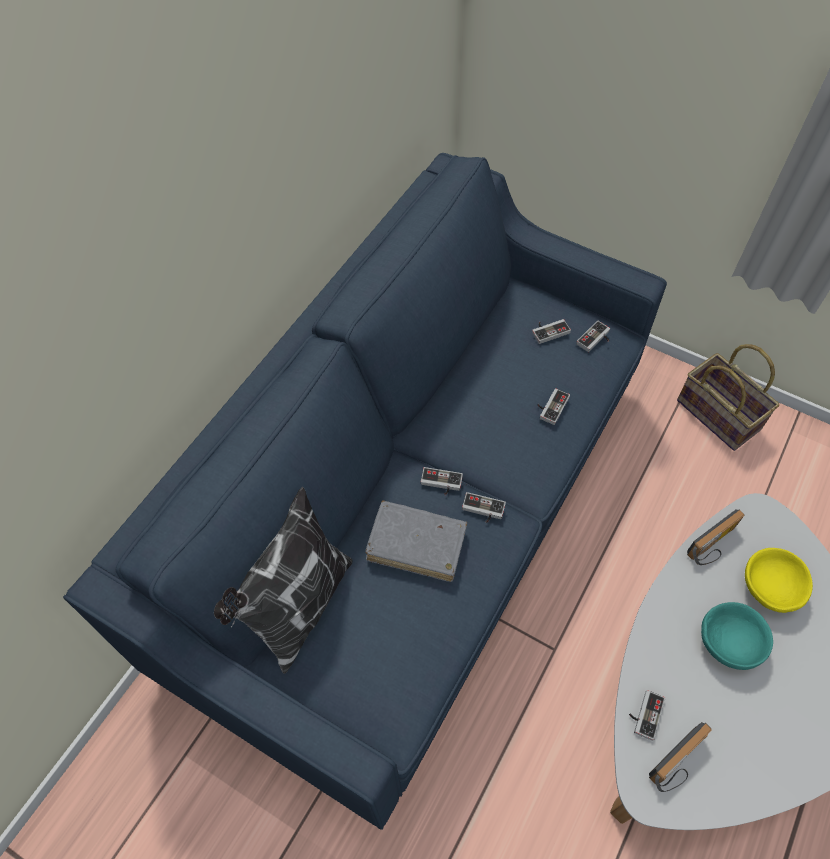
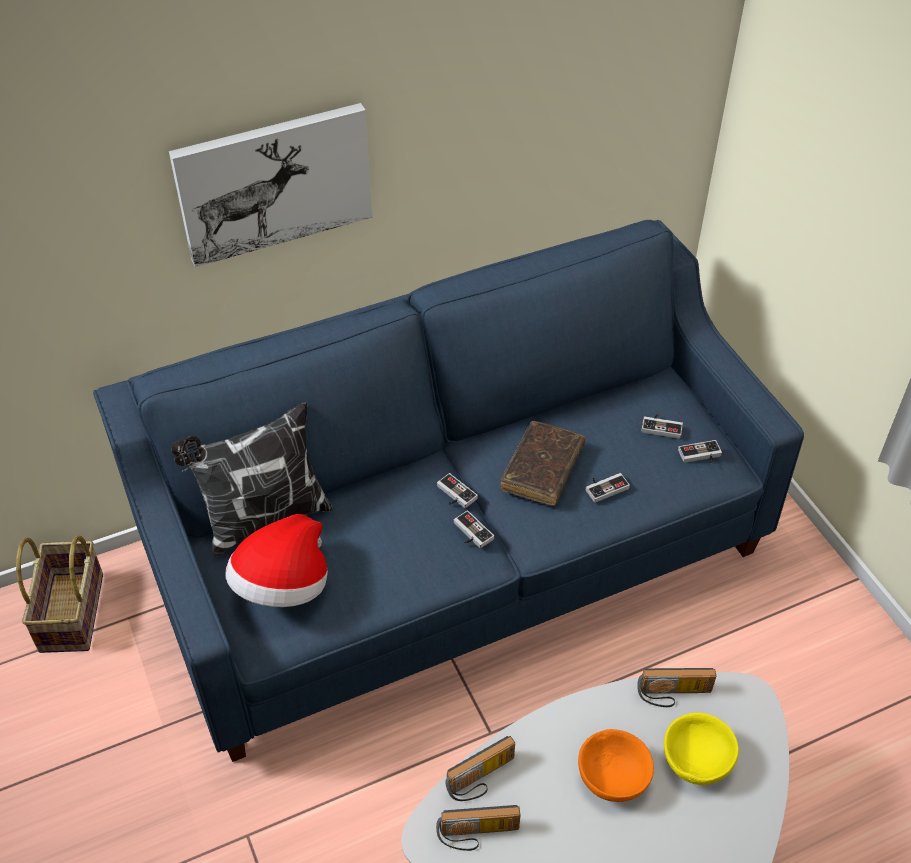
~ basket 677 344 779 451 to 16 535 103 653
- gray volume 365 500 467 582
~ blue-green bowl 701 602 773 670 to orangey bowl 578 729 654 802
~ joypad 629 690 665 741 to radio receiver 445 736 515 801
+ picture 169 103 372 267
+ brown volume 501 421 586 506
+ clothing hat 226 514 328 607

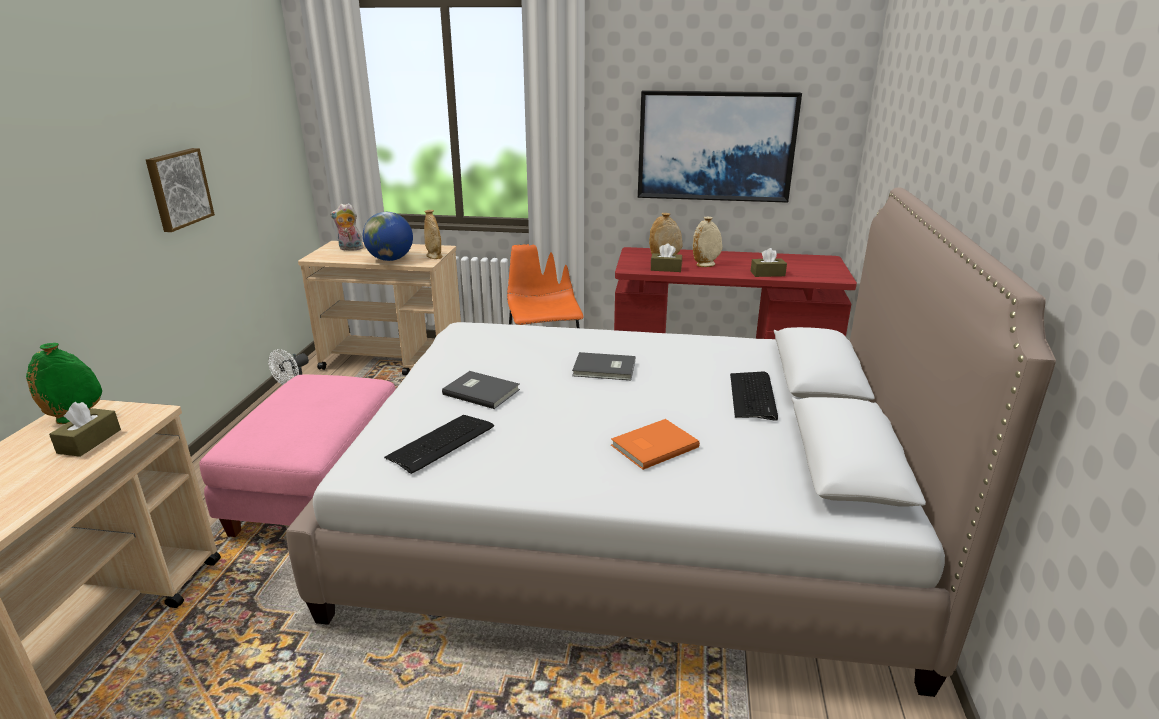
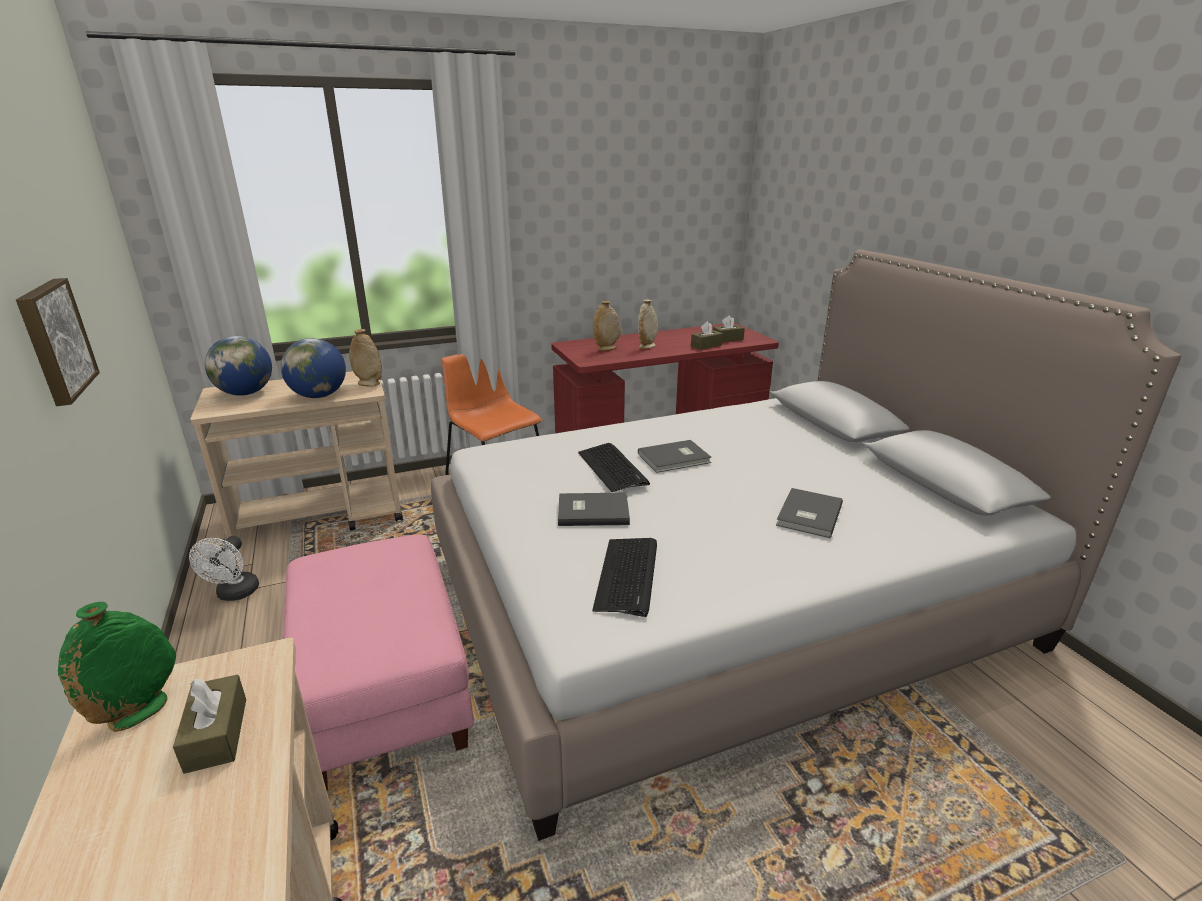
- picture 638 90 802 203
~ cuddly toy 330 203 363 250 to world globe 205 336 272 396
~ brown tissue holder 651 243 682 272 to 713 315 745 342
~ PC keyboard 730 372 778 421 to 578 443 650 492
~ orangey volume 611 419 700 470 to gray volume 776 488 843 538

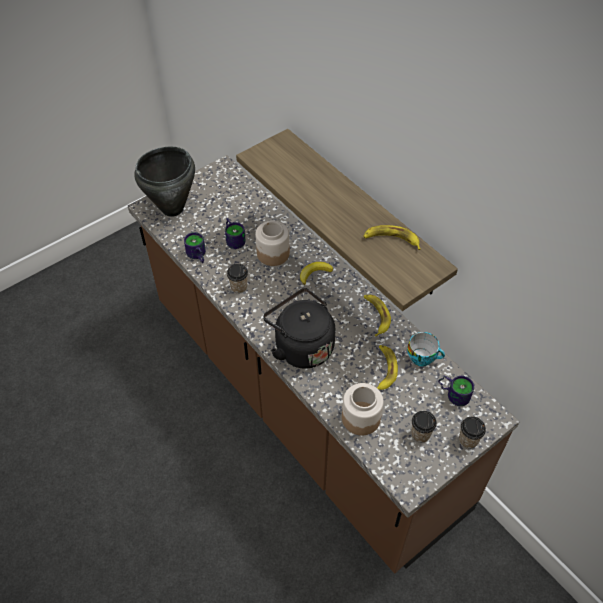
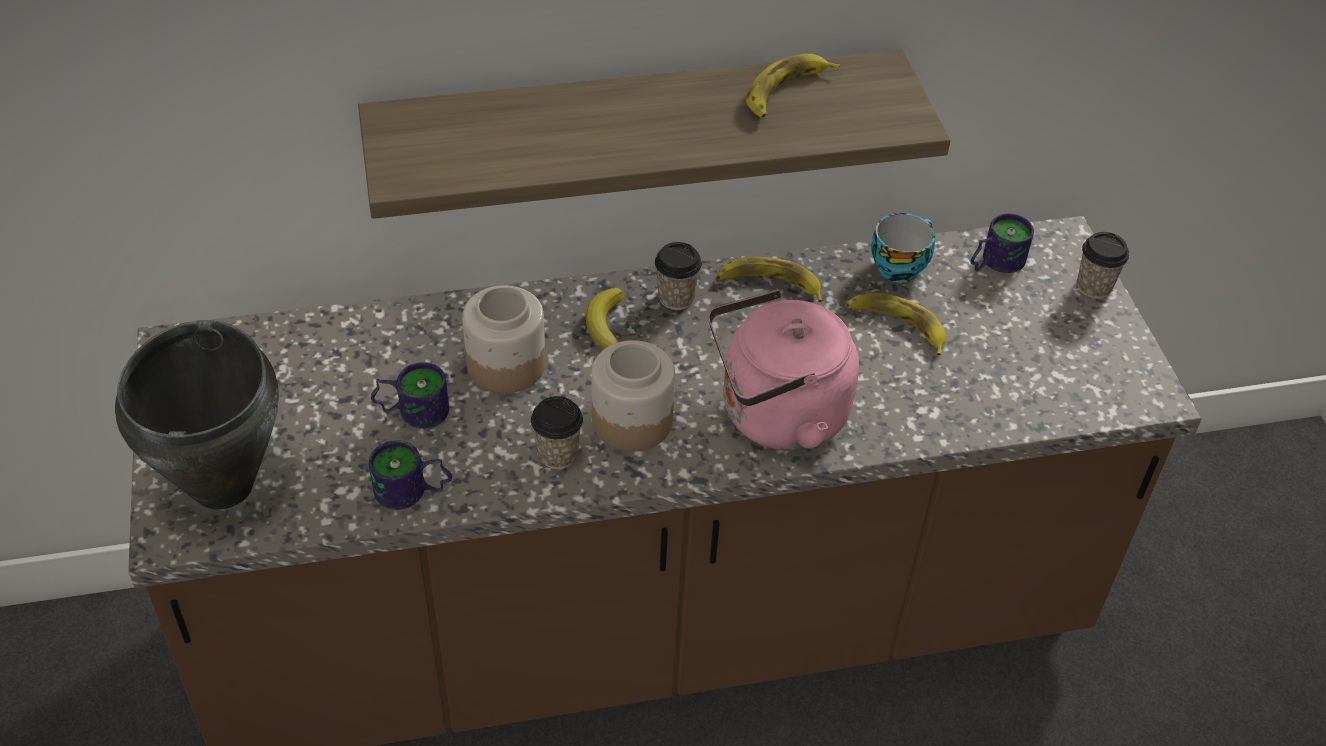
~ black water kettle 263 288 335 369 to pinkish water kettle 708 290 859 451
~ storage jar 342 383 384 435 to 592 340 675 451
~ cup 411 411 437 443 to 655 242 702 310

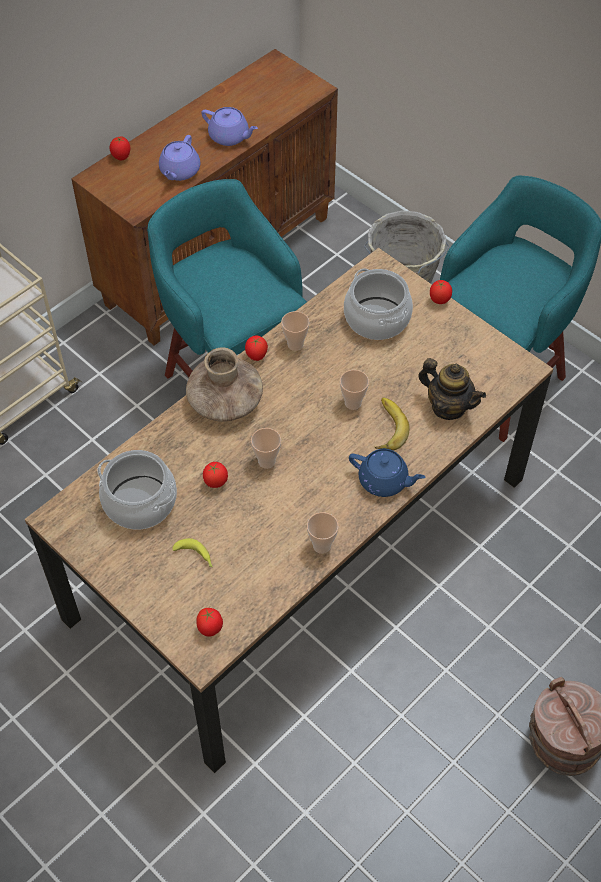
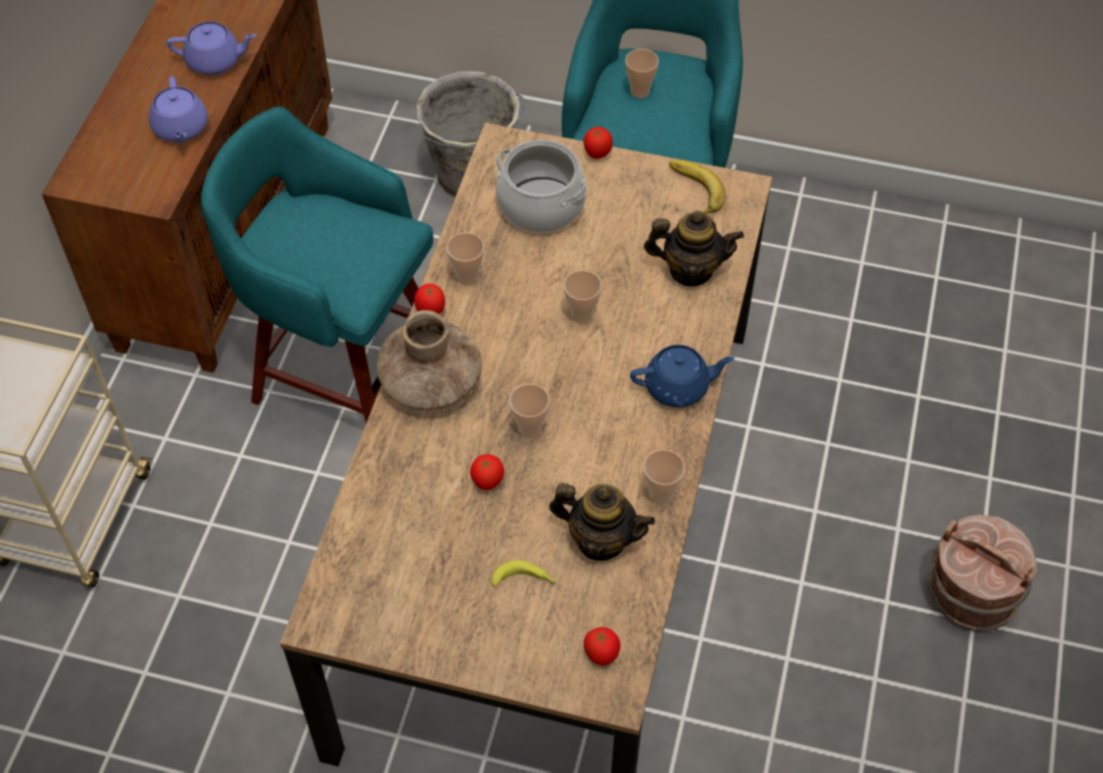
- tomato 110 137 130 160
~ whole banana 375 398 409 450 to 669 160 726 214
- stockpot 97 450 177 530
+ cup 625 49 659 98
+ teapot 549 483 655 561

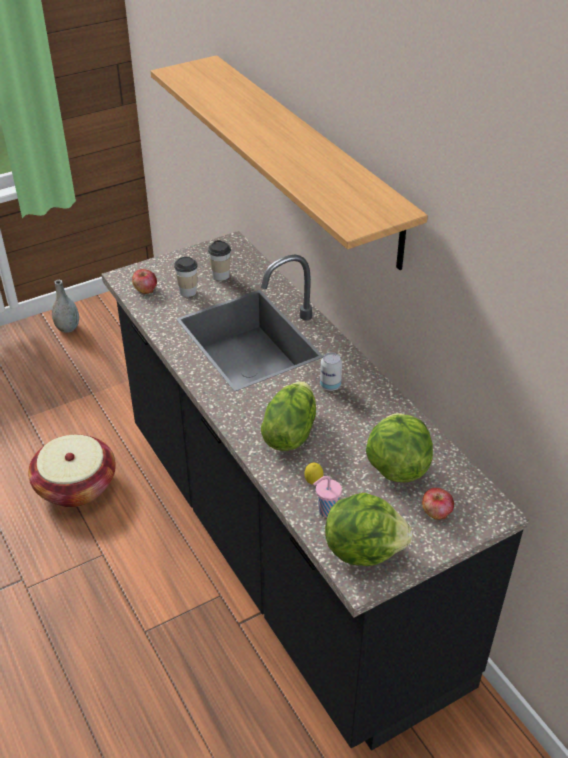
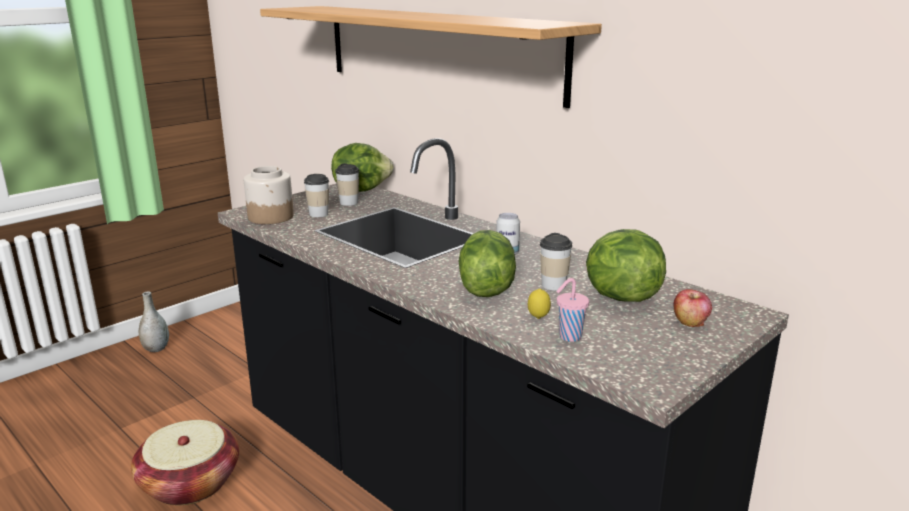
~ apple 132 269 157 294 to storage jar 244 166 294 224
~ head of lettuce 325 492 413 566 to 331 143 394 192
+ cup 540 233 572 291

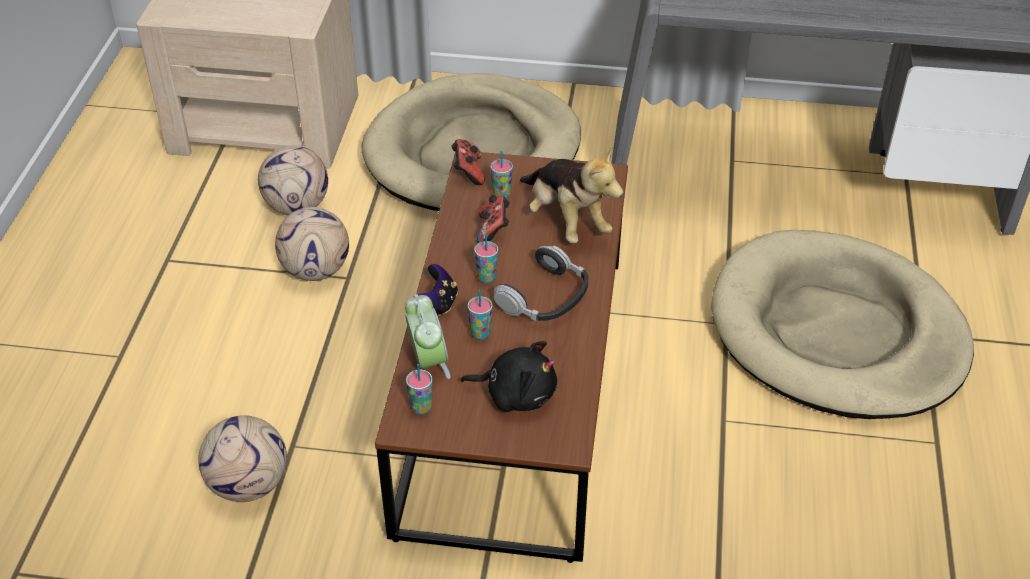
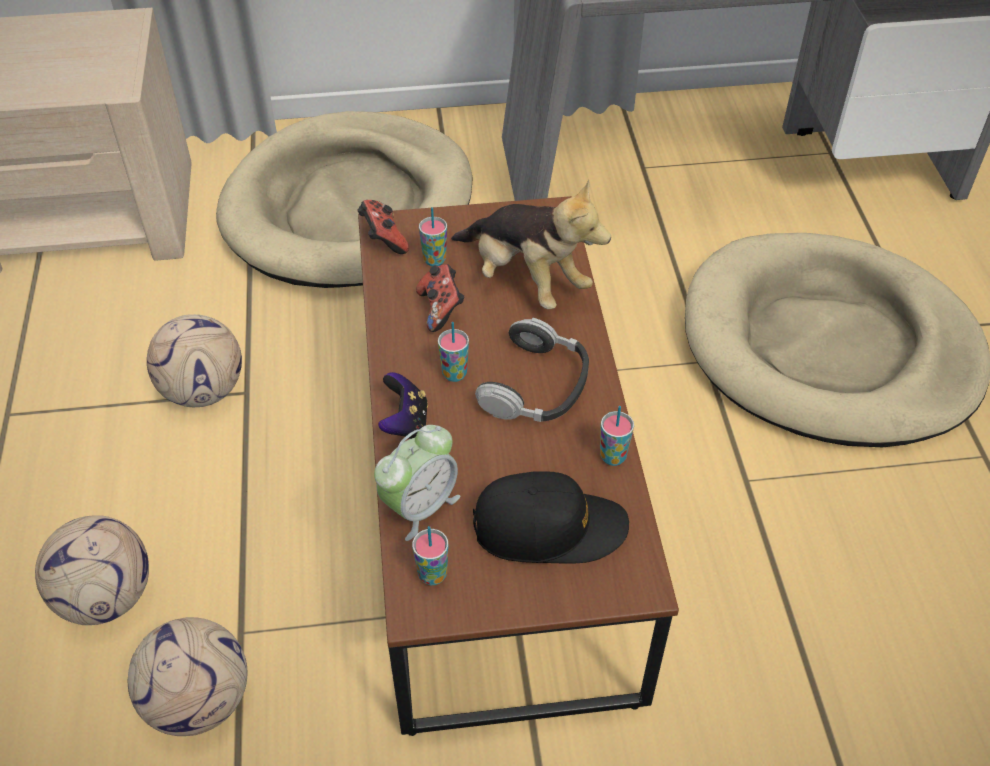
~ football 258 145 328 215 to 35 515 149 625
~ cup 468 290 493 339 to 600 406 634 466
~ table clock 405 294 450 379 = 374 425 460 541 75 degrees clockwise
~ black cuddly toy 461 341 557 412 to black baseball cap 473 471 629 563

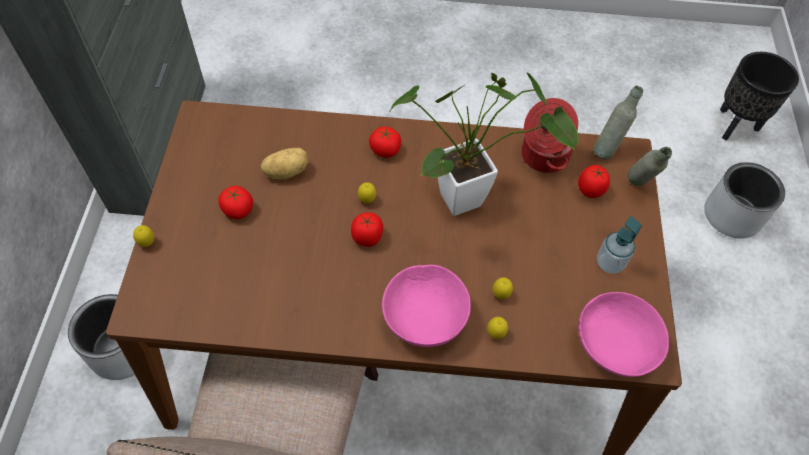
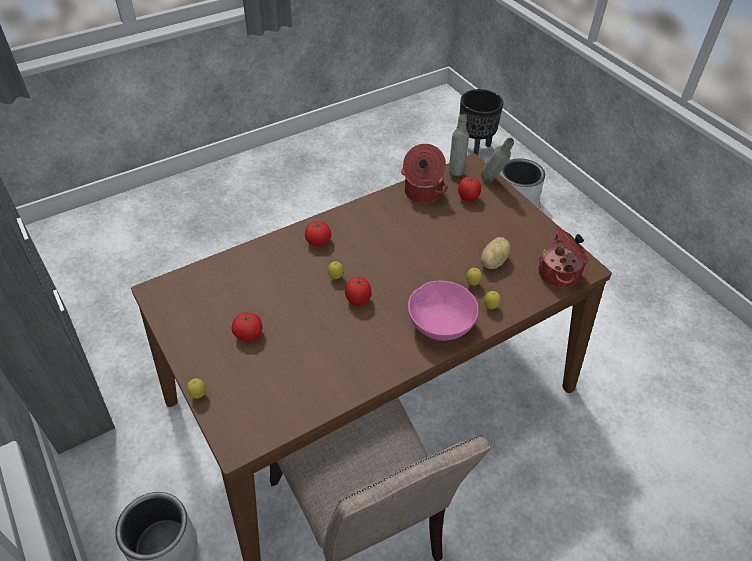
- potted plant 388 73 579 216
~ spud 260 148 308 179 to 480 237 510 269
- soap dispenser 597 216 642 274
~ pinkish bowl 578 292 669 377 to stockpot 539 227 589 288

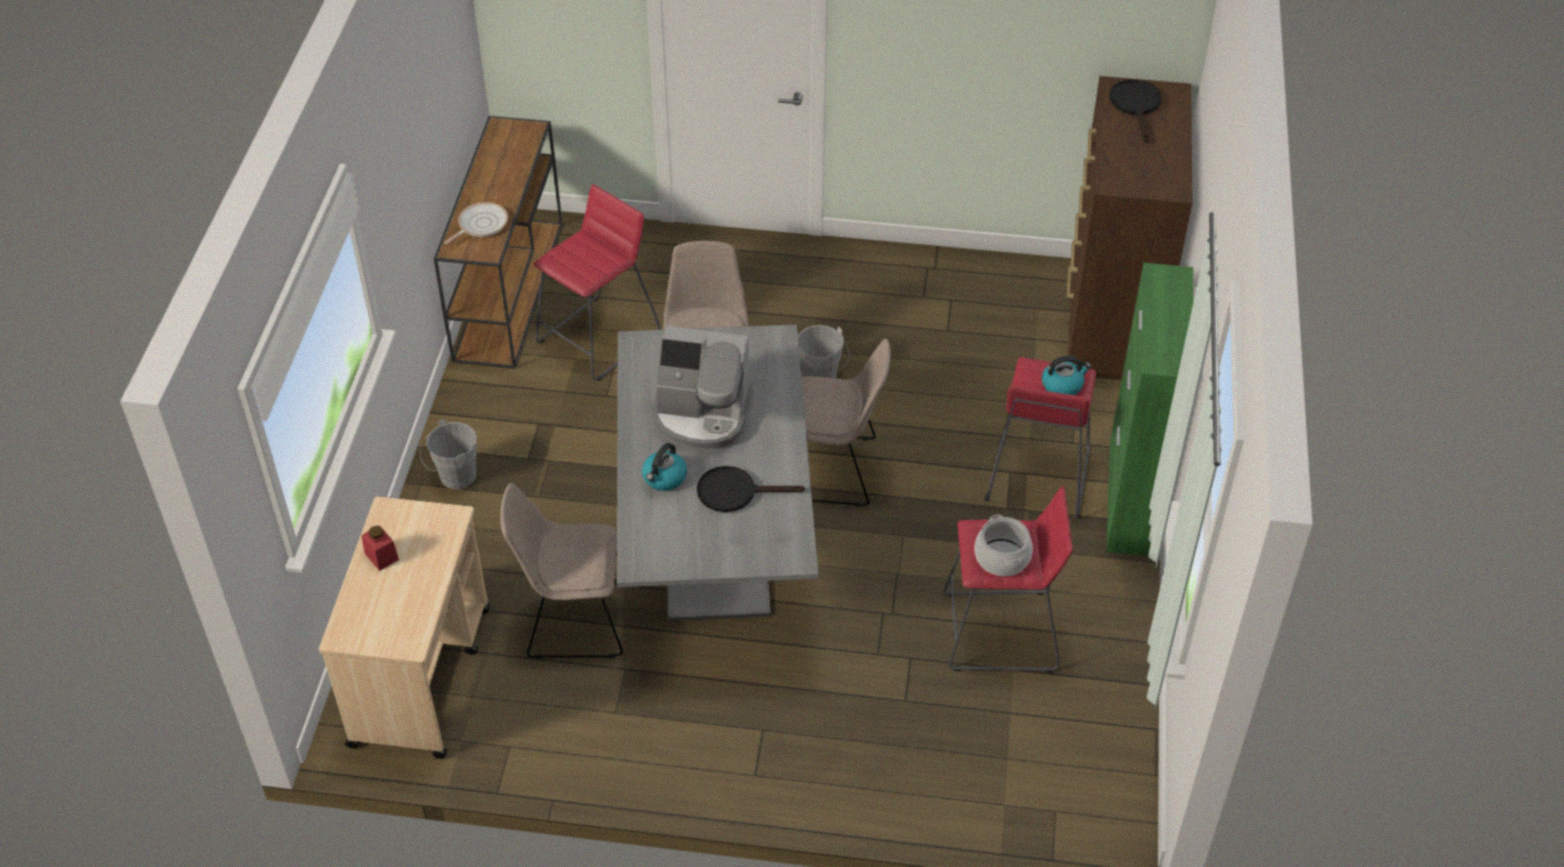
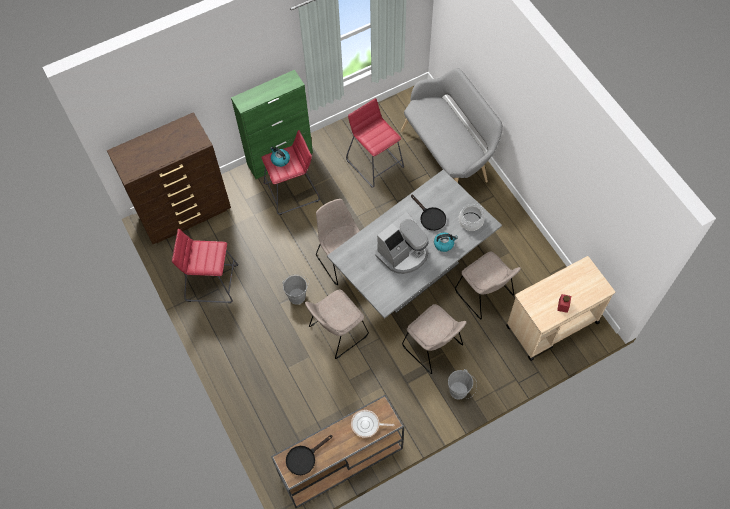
~ black frying pan 1109 80 1161 143 to 286 435 332 475
~ red stool 534 184 661 381 to 172 229 238 303
~ coffee maker 652 326 753 450 = 376 212 428 274 75 degrees clockwise
~ stockpot 975 515 1033 576 to 459 204 485 231
+ gray indoor bench 401 68 503 183
+ sand-coloured plain chair 402 304 466 374

